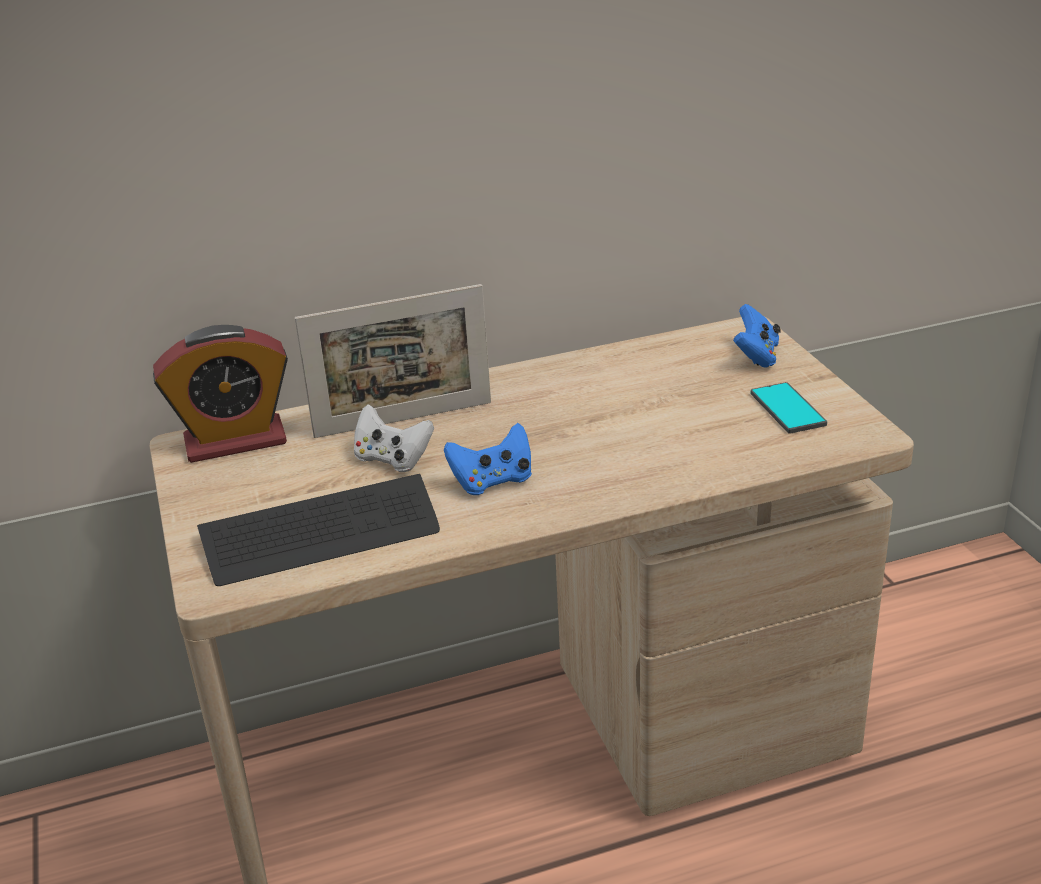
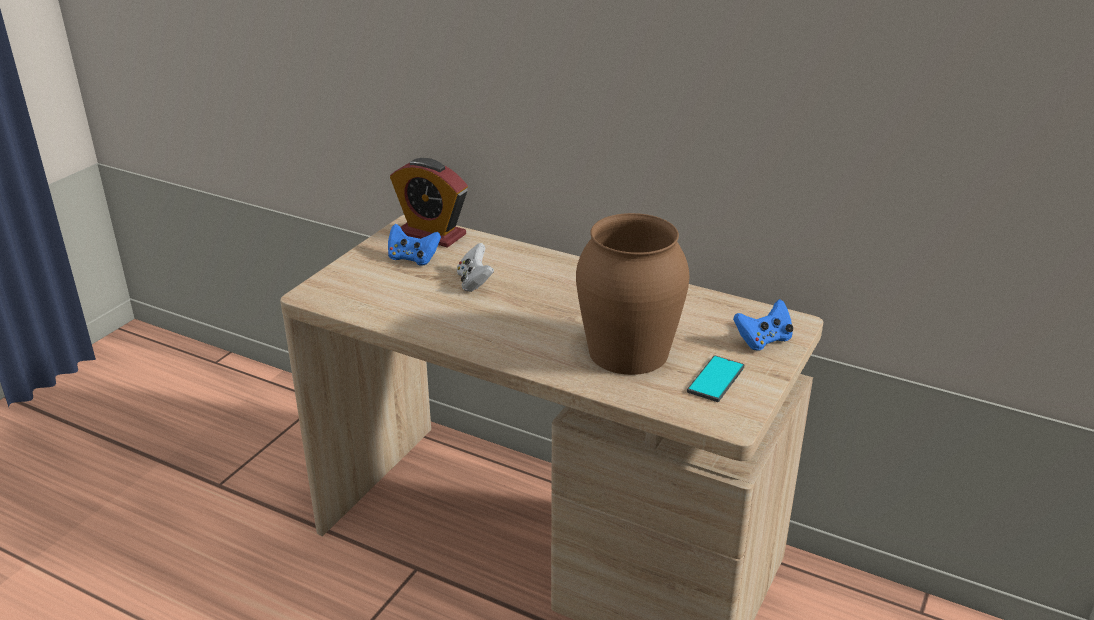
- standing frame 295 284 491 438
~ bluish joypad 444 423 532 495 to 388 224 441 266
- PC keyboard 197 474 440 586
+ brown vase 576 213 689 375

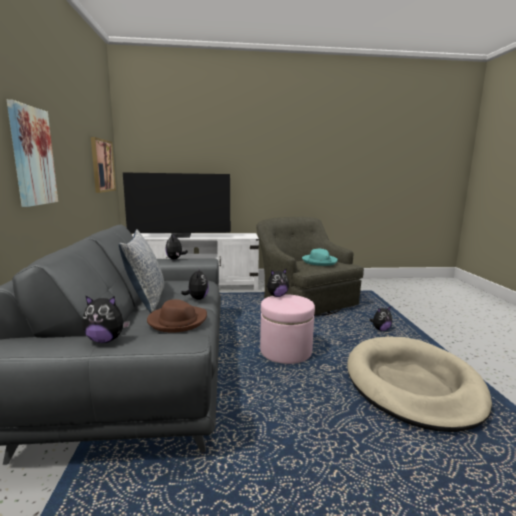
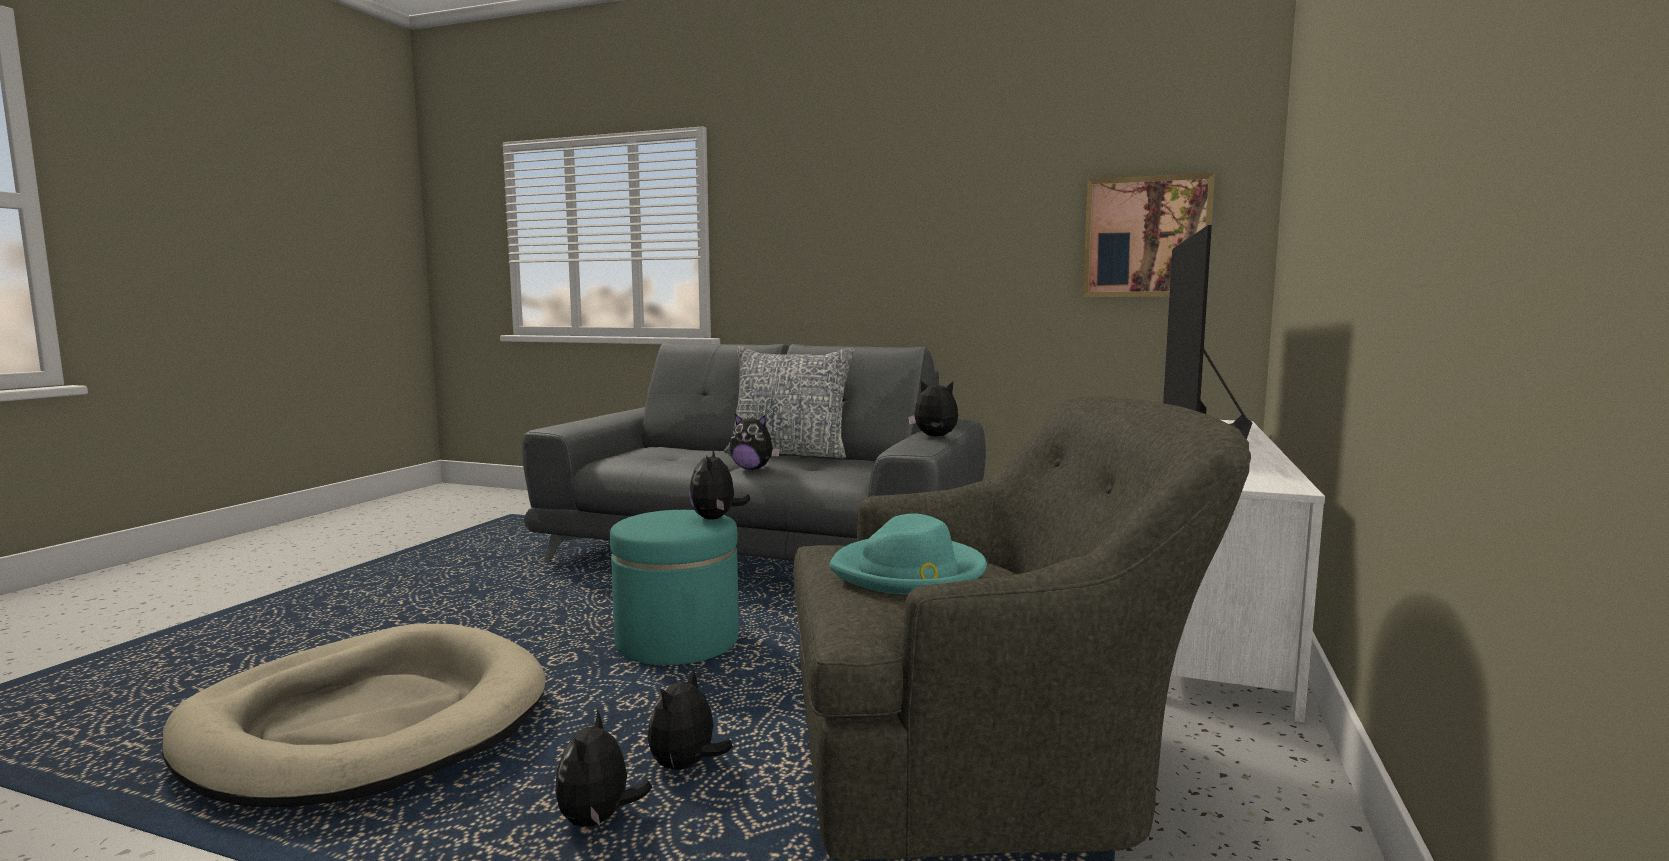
- picture 7 100 58 207
~ pinkish footrest 260 294 315 364 to blue-green footrest 610 510 739 665
~ cuddly toy 82 295 130 343 to 648 668 733 770
- brown clothing hat 147 299 207 333

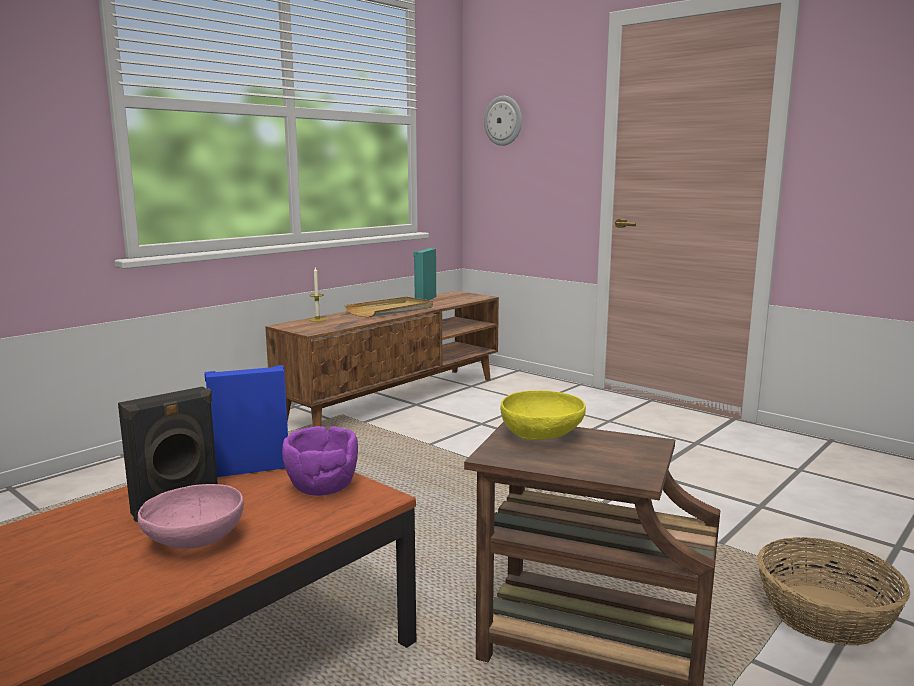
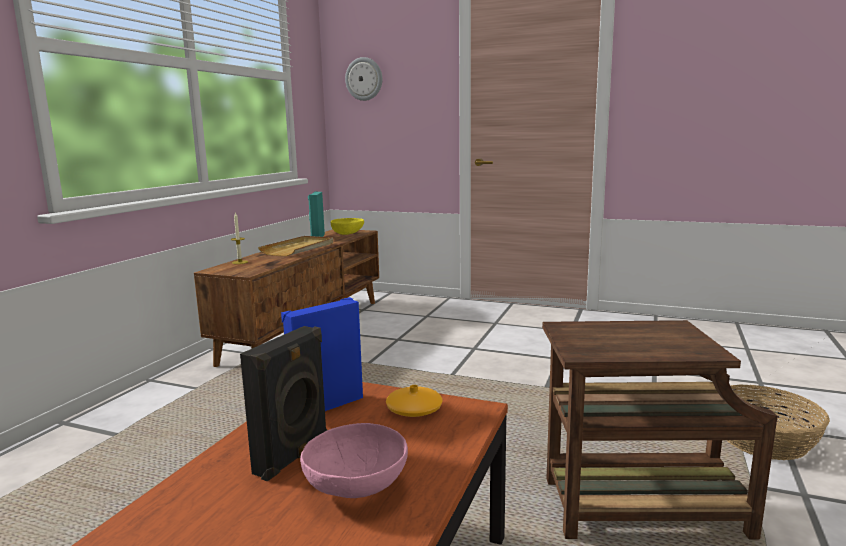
~ yellow bowl 501 390 586 440 to 331 218 364 235
~ purple bowl 282 426 358 496 to orangey vase 386 385 442 417

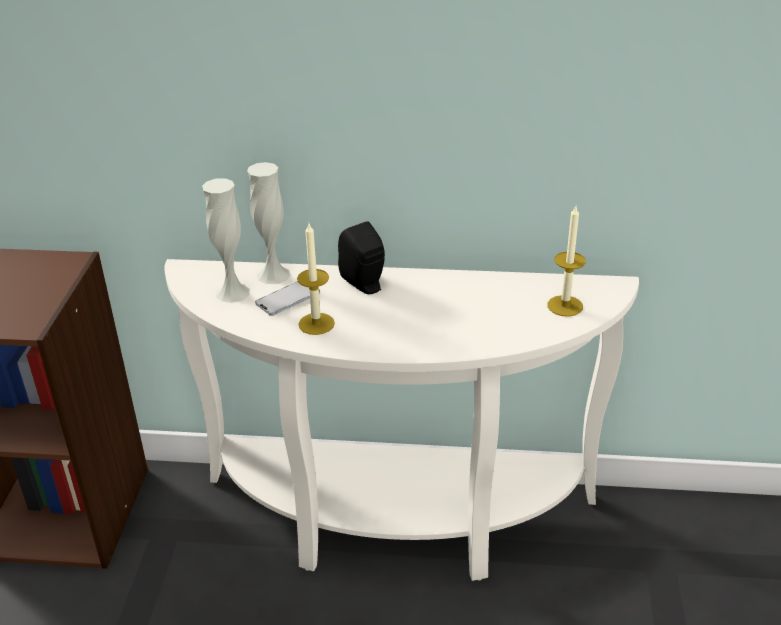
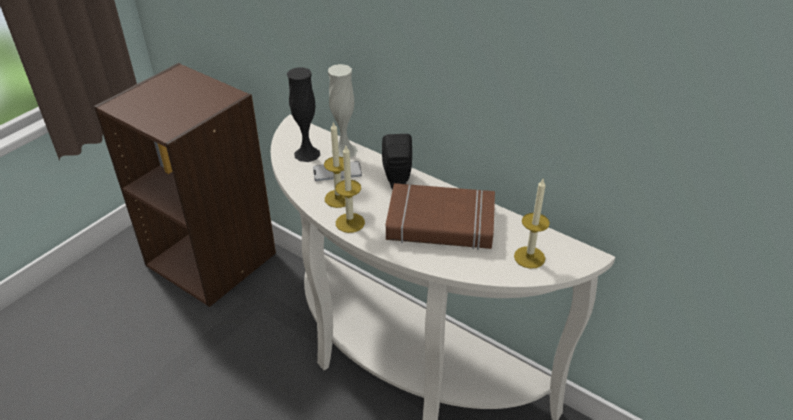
~ whitish vase 202 178 250 303 to black vase 287 67 320 162
+ candle 335 146 365 233
+ brown volume 386 183 495 250

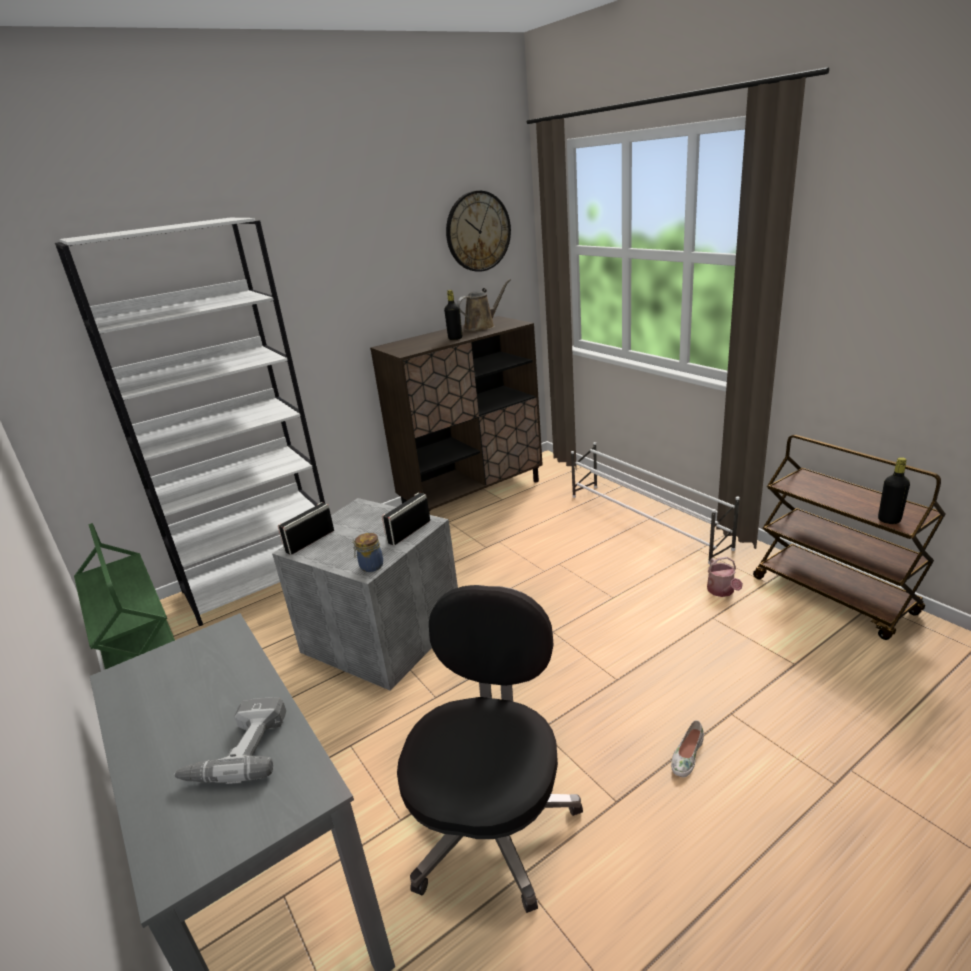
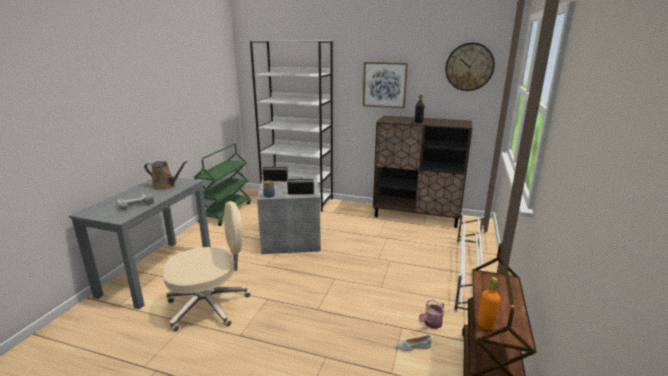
~ brown watering can 457 279 511 331 to 144 161 188 190
~ black bottle 878 457 910 524 to orangey bottle 478 277 501 330
~ black office chair 397 585 583 913 to sand-coloured office chair 163 201 251 332
~ whitish low shoe 671 720 704 777 to 397 335 432 351
+ picture 363 62 408 108

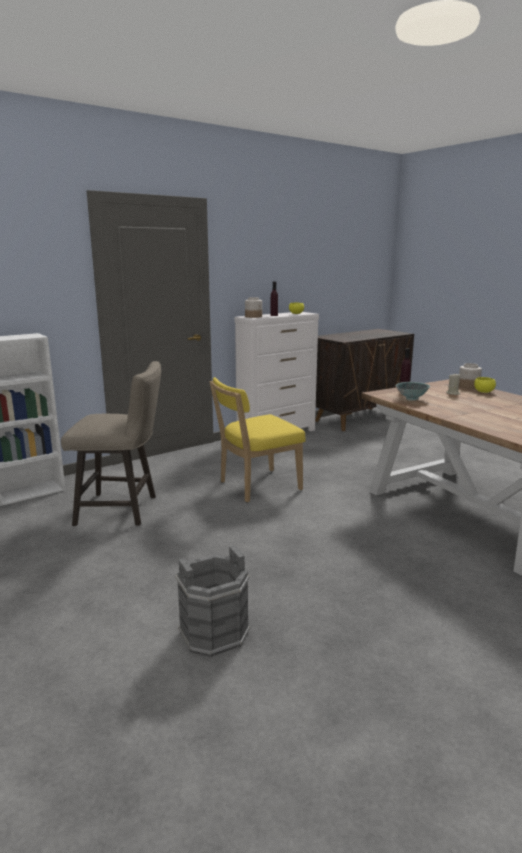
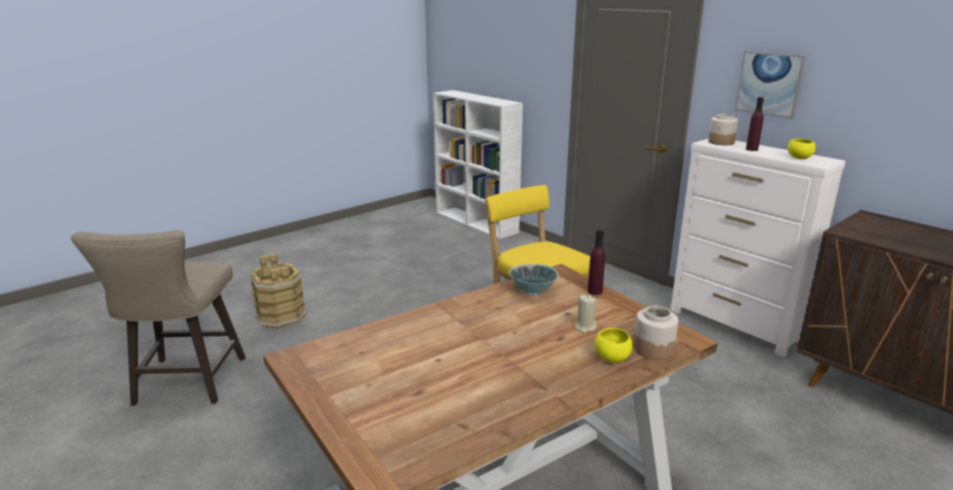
~ sand-coloured stool 61 361 161 526 to 71 230 246 406
~ gray water bucket 176 545 250 657 to brown water bucket 249 253 307 329
+ picture 735 51 806 119

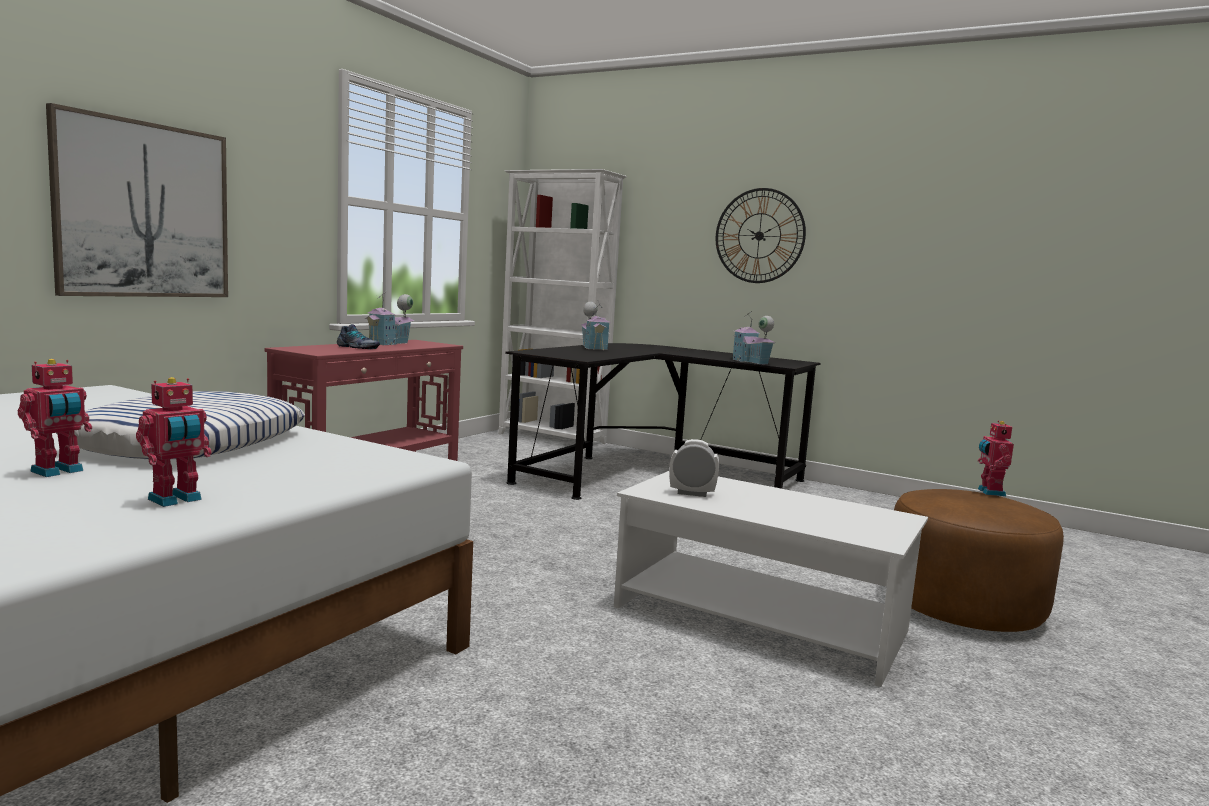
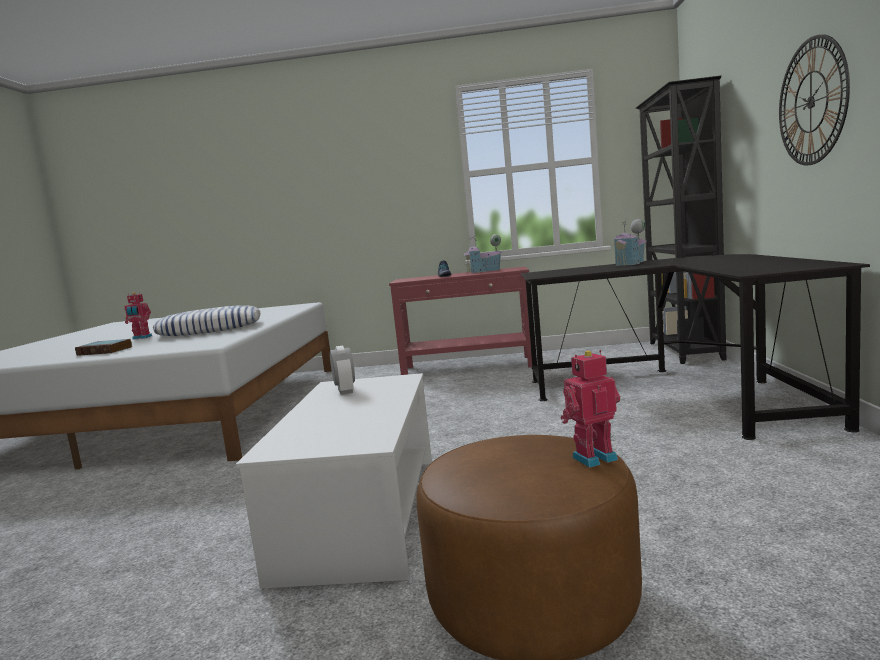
- picture 46 103 228 297
~ whitish bookshelf 499 169 627 450 to black bookshelf 636 76 727 364
- model house 732 311 776 365
~ model robot 136 377 212 507 to volume 75 339 132 356

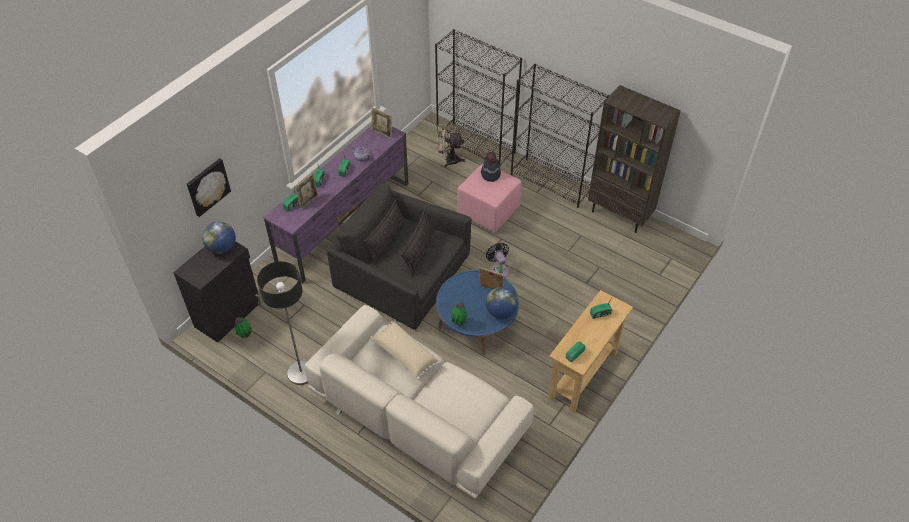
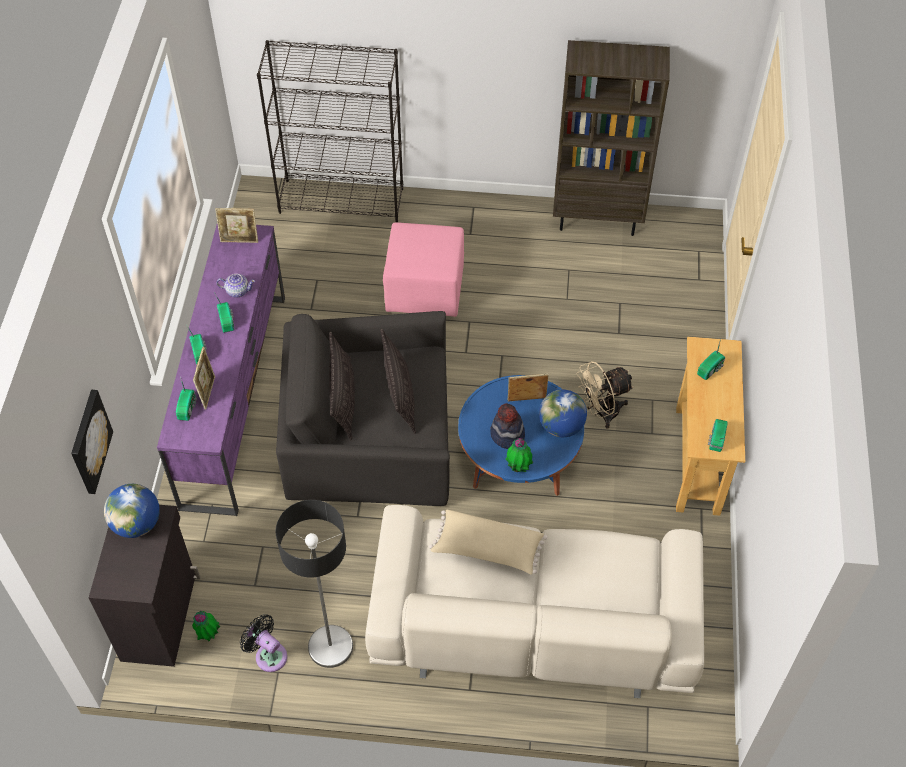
- black bookshelf 511 64 610 208
~ sand-coloured electric fan 436 124 465 168 to 577 361 634 429
~ clothing hat 481 152 501 182 to 490 403 525 449
~ black electric fan 486 243 509 278 to 240 614 287 672

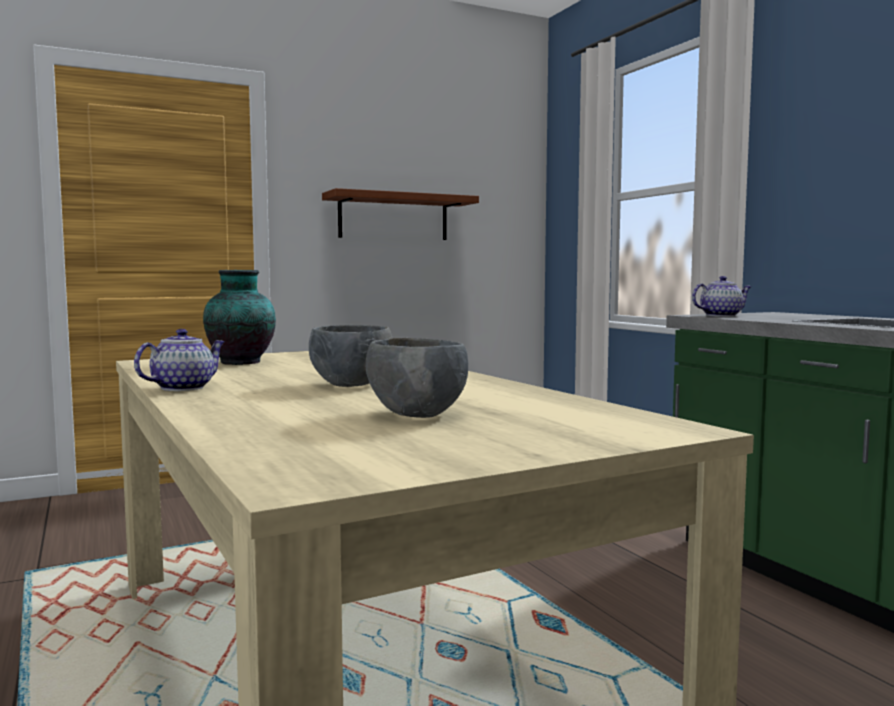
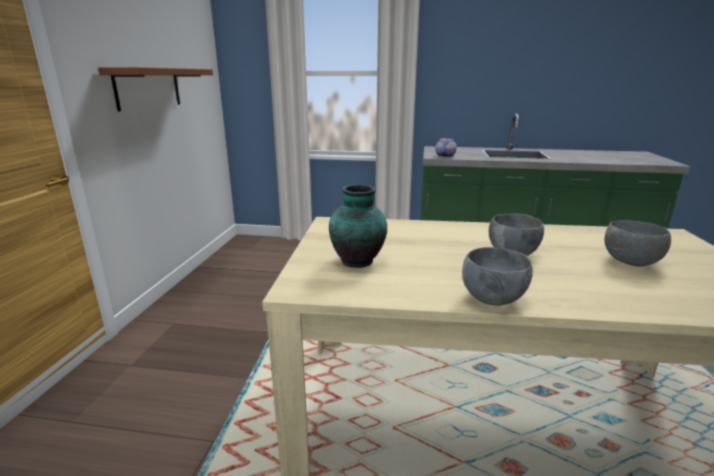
~ teapot 134 329 225 391 to gray bowl 462 247 533 306

